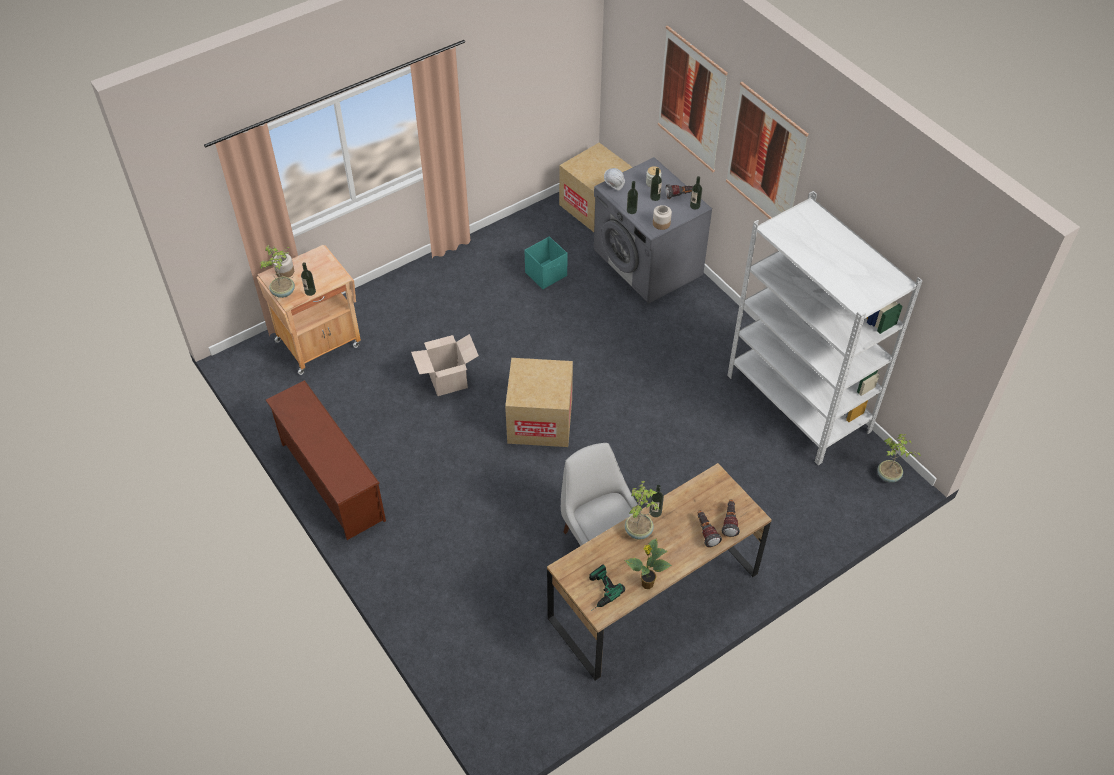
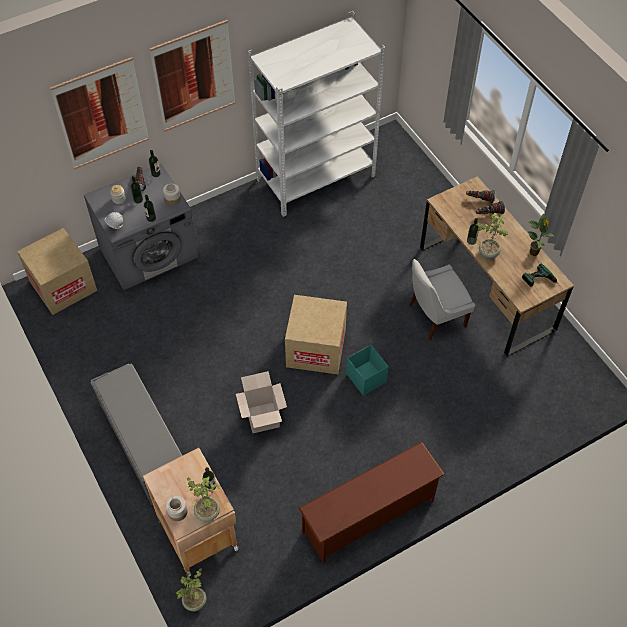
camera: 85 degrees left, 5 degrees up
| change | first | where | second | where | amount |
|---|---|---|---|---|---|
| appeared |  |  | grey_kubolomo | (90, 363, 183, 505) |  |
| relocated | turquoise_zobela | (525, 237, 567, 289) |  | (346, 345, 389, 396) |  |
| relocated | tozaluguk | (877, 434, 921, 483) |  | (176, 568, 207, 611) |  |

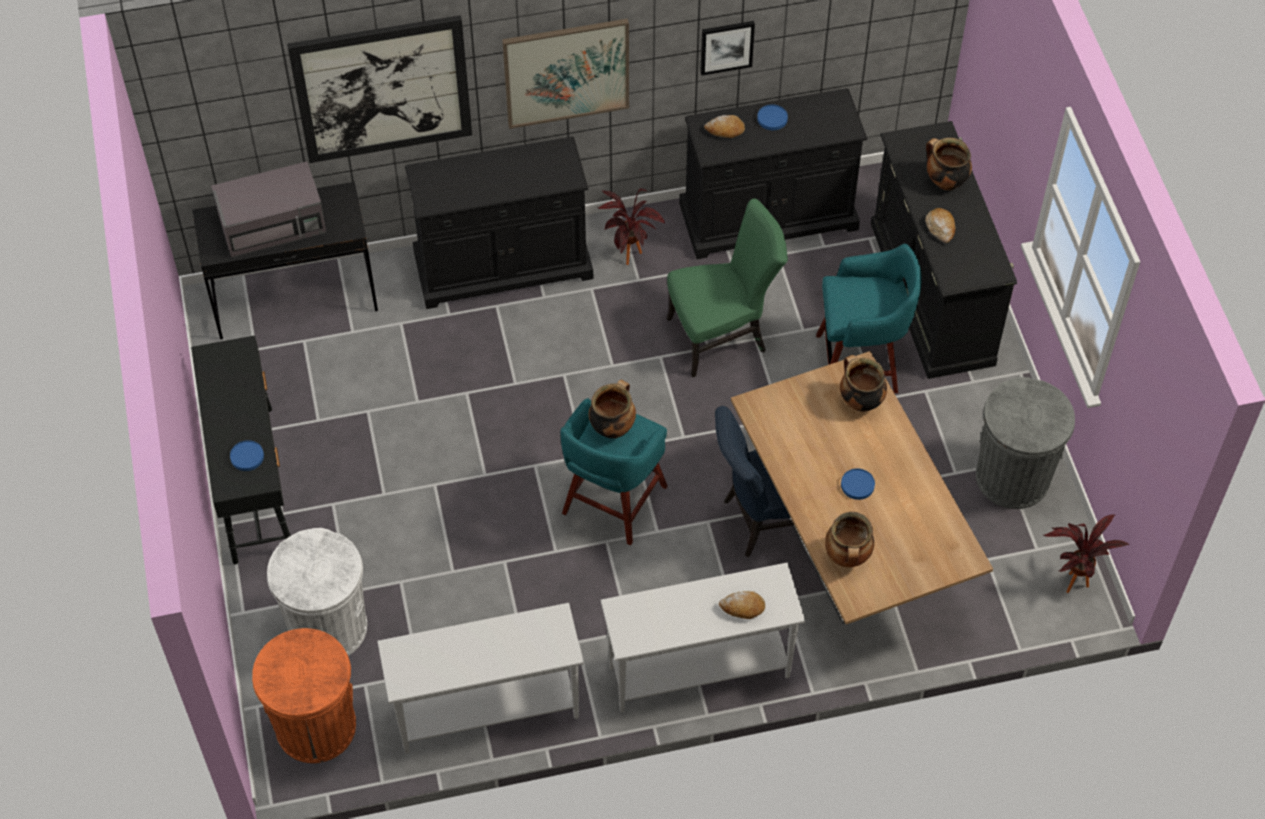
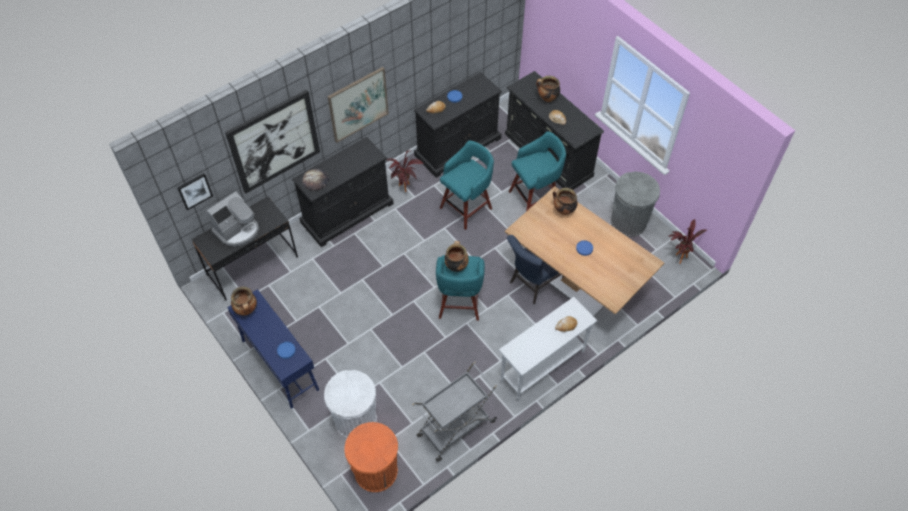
camera: 25 degrees left, 0 degrees up
| change | first | where | second | where | amount |
|---|---|---|---|---|---|
| appeared |  |  | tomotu | (302, 169, 329, 191) |  |
| relocated | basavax | (700, 21, 755, 76) |  | (177, 173, 213, 210) |  |
| relocated | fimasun | (825, 512, 874, 567) |  | (231, 286, 257, 315) |  |
| exchanged | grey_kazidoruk | (211, 161, 326, 257) | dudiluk | (207, 191, 259, 247) |  |
| exchanged | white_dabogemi | (377, 603, 584, 753) | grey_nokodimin | (412, 362, 497, 461) |  |
| exchanged | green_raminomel | (667, 198, 788, 377) | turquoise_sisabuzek | (440, 141, 494, 230) |  |
| colour | black_dabogemi | (191, 336, 291, 565) | blue_dabogemi | (227, 289, 319, 408) |  |

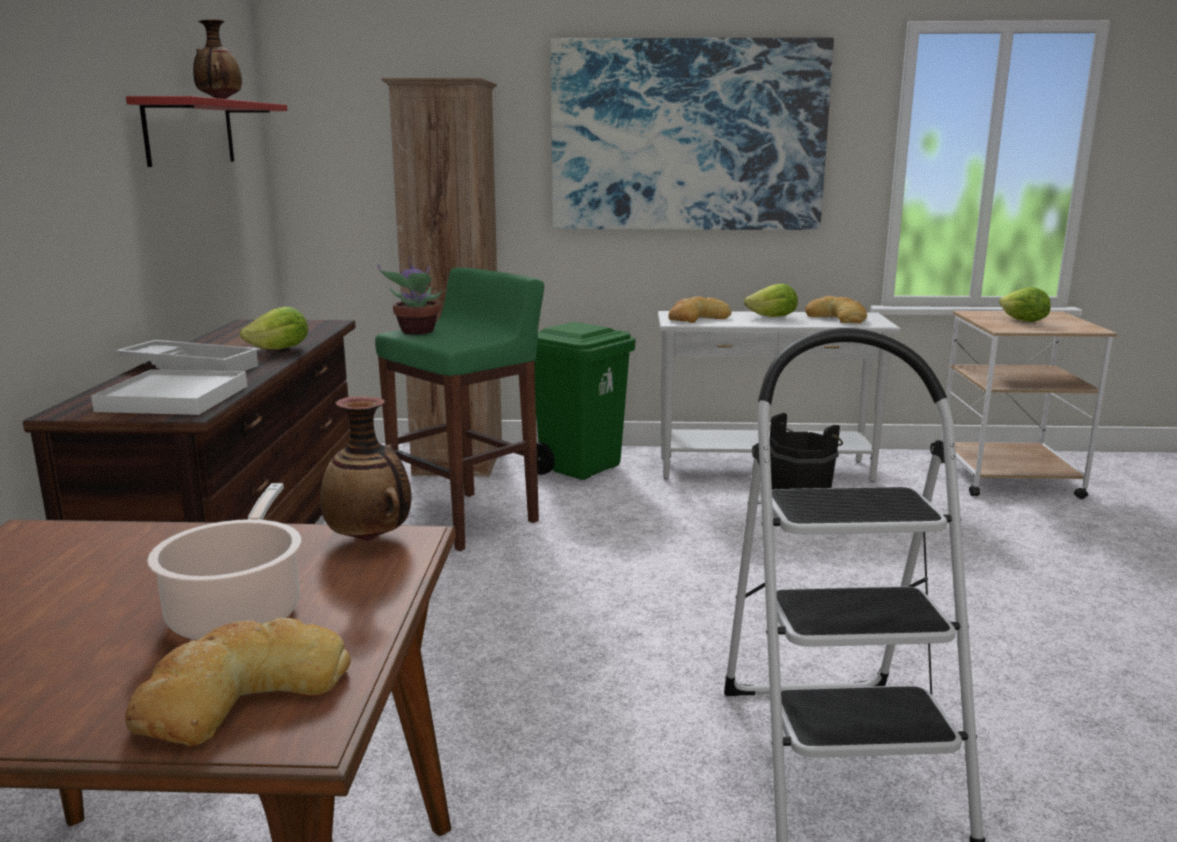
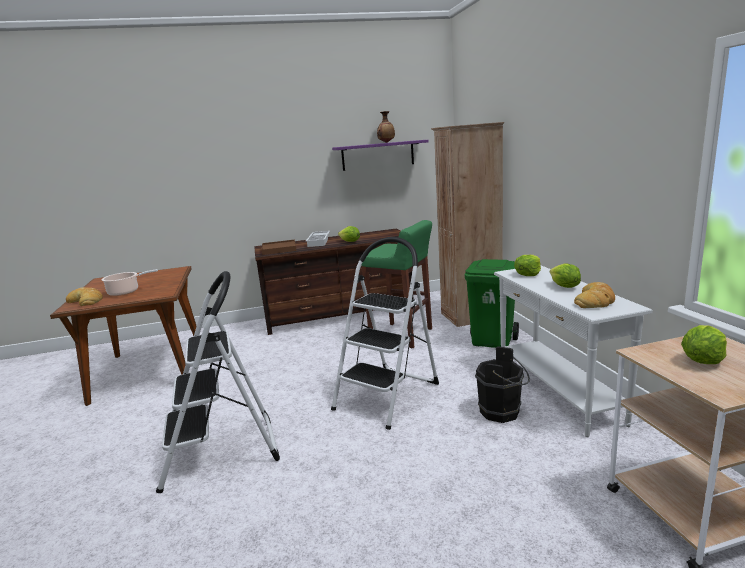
camera: 75 degrees right, 0 degrees up
| change | first | where | second | where | amount |
|---|---|---|---|---|---|
| missing | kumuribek | (320, 396, 412, 541) |  |  |  |
| missing | tozaluguk | (377, 257, 442, 335) |  |  |  |
| missing | basavax | (551, 37, 834, 230) |  |  |  |
| appeared |  |  | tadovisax | (331, 237, 439, 430) |  |
| exchanged | tomotu | (668, 296, 732, 323) | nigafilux | (514, 255, 541, 276) |  |
| colour | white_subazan | (91, 369, 247, 415) | brown_subazan | (262, 240, 297, 255) |  |
| colour | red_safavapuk | (126, 96, 288, 167) | purple_safavapuk | (332, 140, 428, 171) |  |

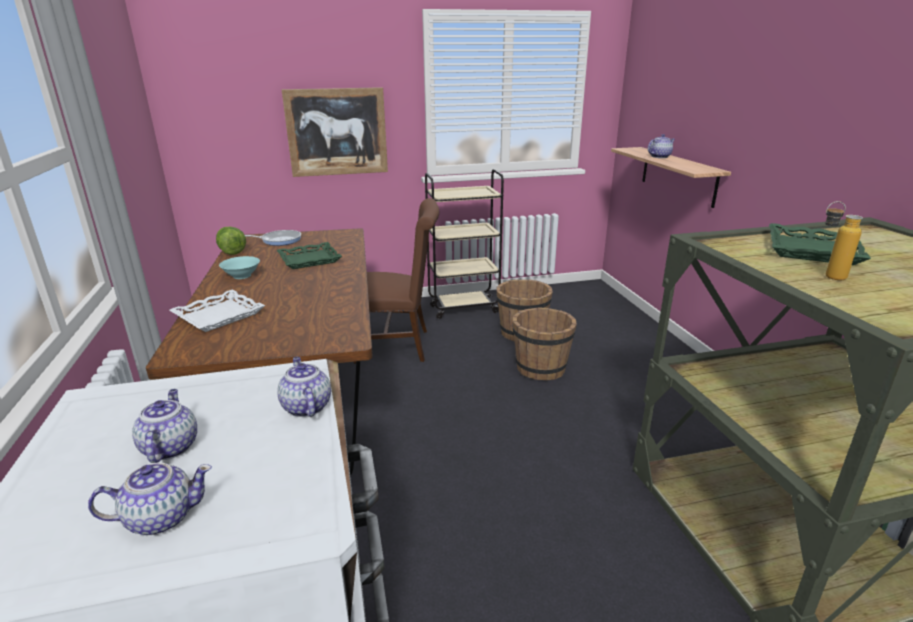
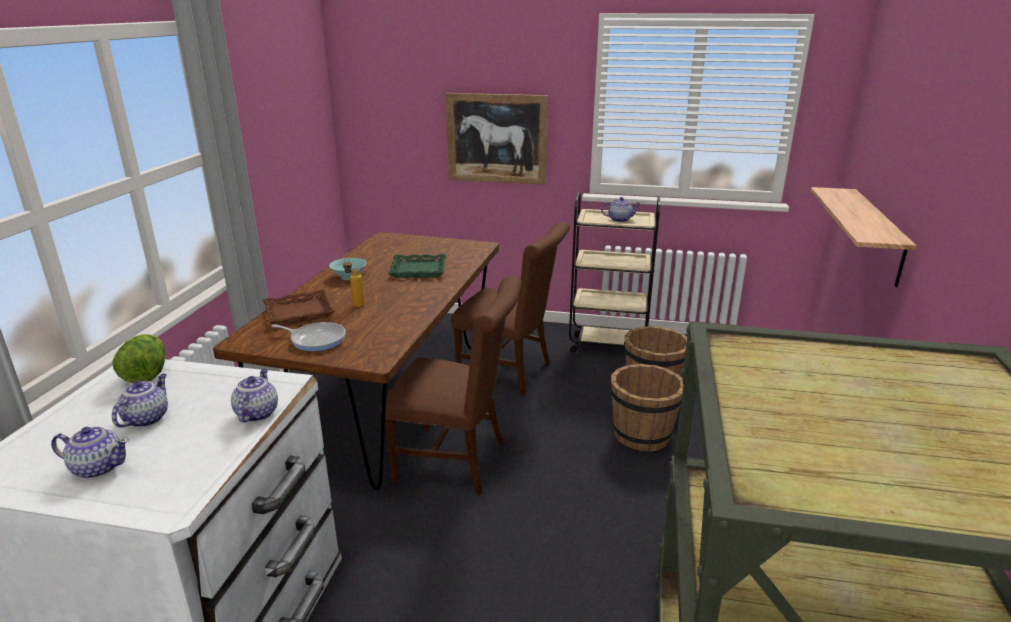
camera: 25 degrees right, 0 degrees up
| change | first | where | second | where | amount |
|---|---|---|---|---|---|
| missing | green_subazan | (769, 223, 871, 265) |  |  |  |
| appeared |  |  | brown_raminomel | (381, 276, 522, 495) |  |
| relocated | nigafilux | (216, 227, 246, 255) |  | (112, 334, 165, 383) |  |
| relocated | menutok | (245, 230, 301, 246) |  | (271, 322, 346, 351) |  |
| relocated | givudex | (648, 134, 675, 158) |  | (601, 197, 640, 222) |  |
| relocated | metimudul | (825, 201, 863, 280) |  | (343, 258, 365, 307) |  |
| colour | white_subazan | (169, 289, 265, 332) | brown_subazan | (263, 290, 335, 325) |  |

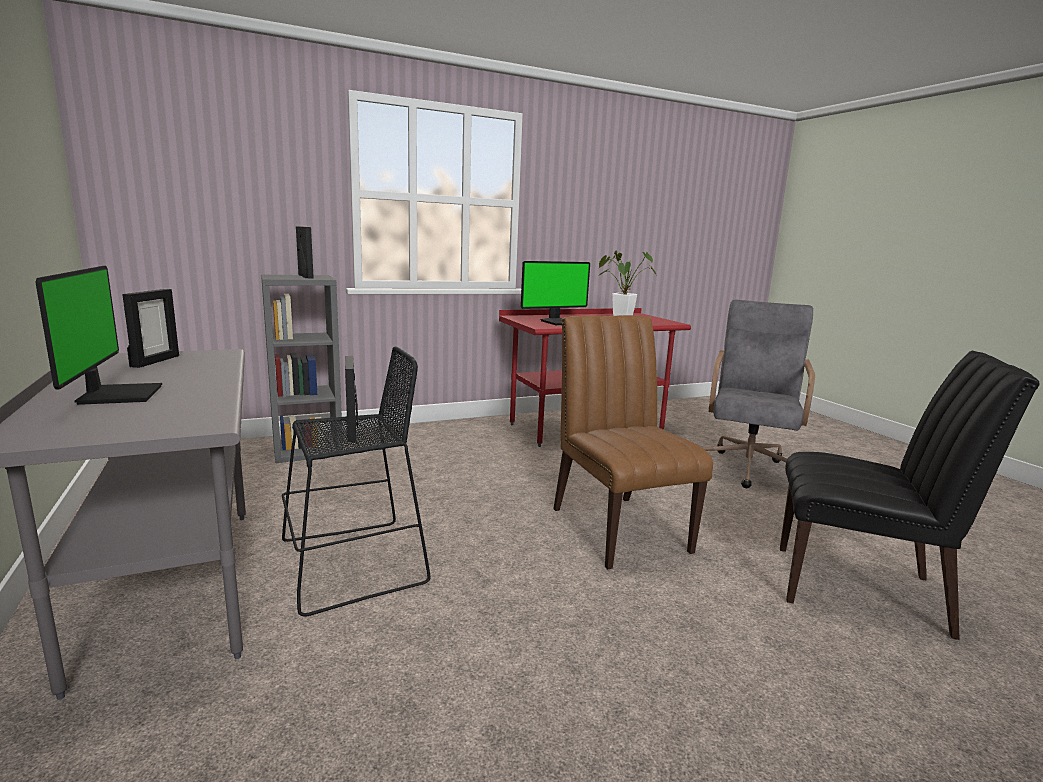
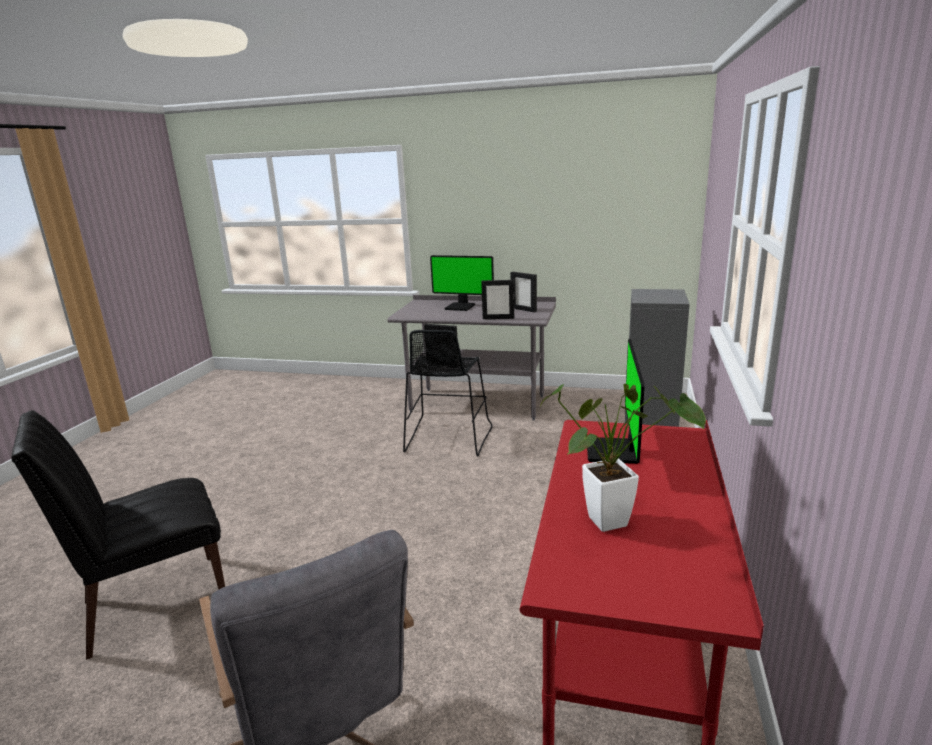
camera: 130 degrees right, 5 degrees up
| change | first | where | second | where | amount |
|---|---|---|---|---|---|
| missing | brown_raminomel | (553, 315, 713, 569) |  |  |  |
| relocated | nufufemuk | (296, 226, 314, 278) |  | (481, 280, 514, 319) |  |

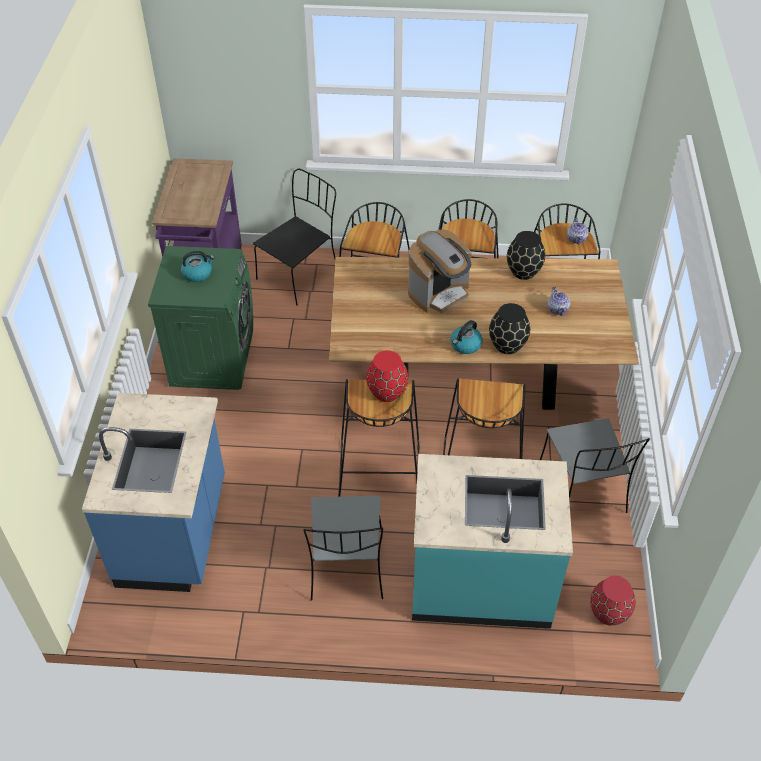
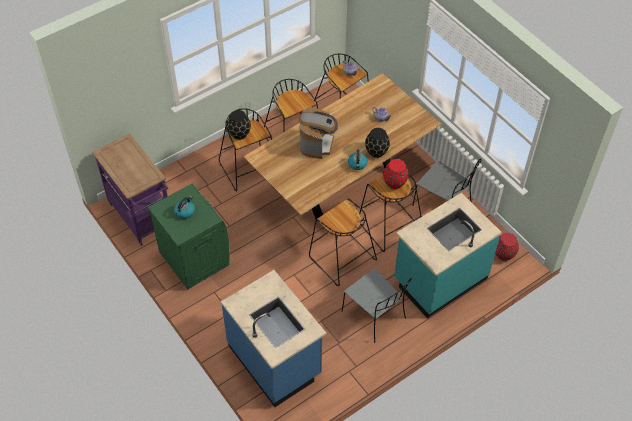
camera: 40 degrees left, 5 degrees up
| change | first | where | second | where | amount |
|---|---|---|---|---|---|
| missing | black_raminomel | (253, 169, 336, 305) |  |  |  |
| relocated | red_kumuribek | (366, 351, 408, 402) |  | (383, 159, 408, 189) |  |
| relocated | black_kumuribek | (507, 231, 545, 280) |  | (227, 110, 251, 140) |  |

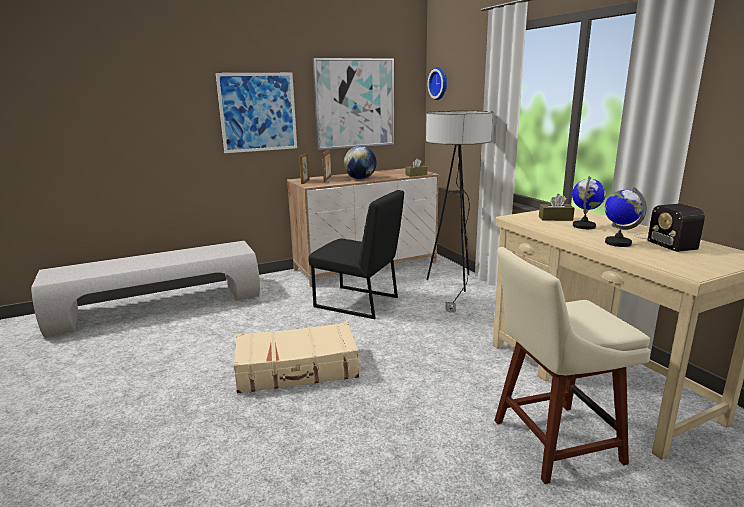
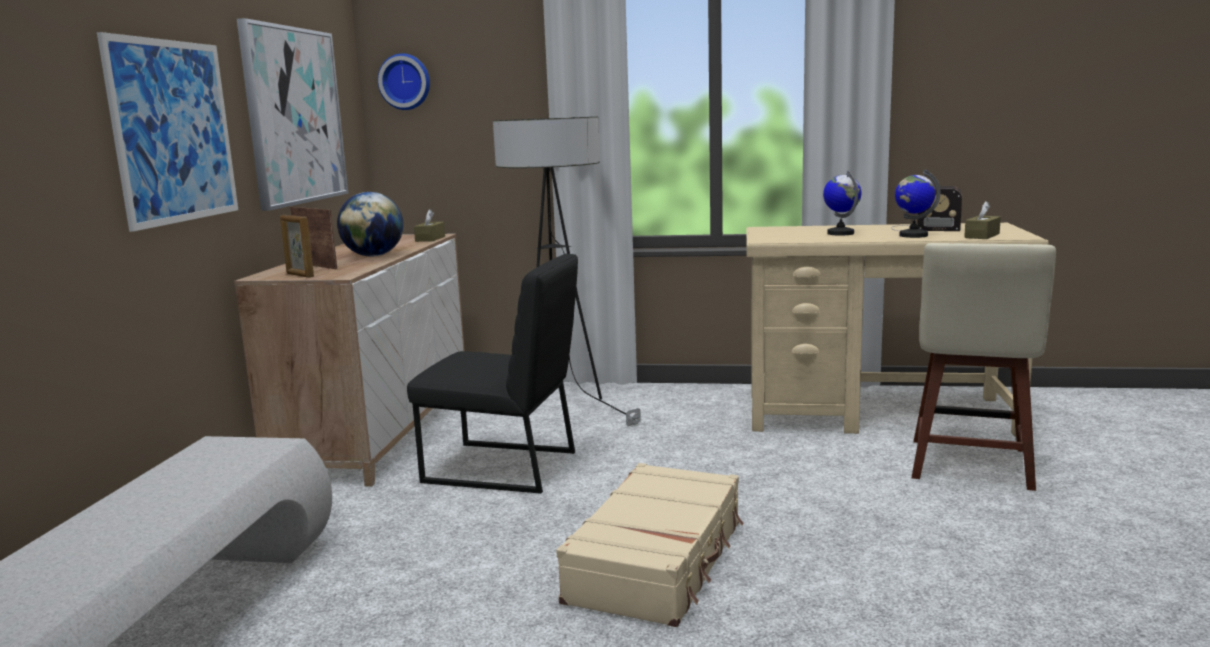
camera: 55 degrees left, 5 degrees down
| change | first | where | second | where | amount |
|---|---|---|---|---|---|
| relocated | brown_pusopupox | (539, 194, 575, 221) |  | (964, 201, 1001, 239) |  |
| spun | black_raminomel | (308, 190, 404, 319) |  | (407, 254, 578, 494) | 45 degrees clockwise |

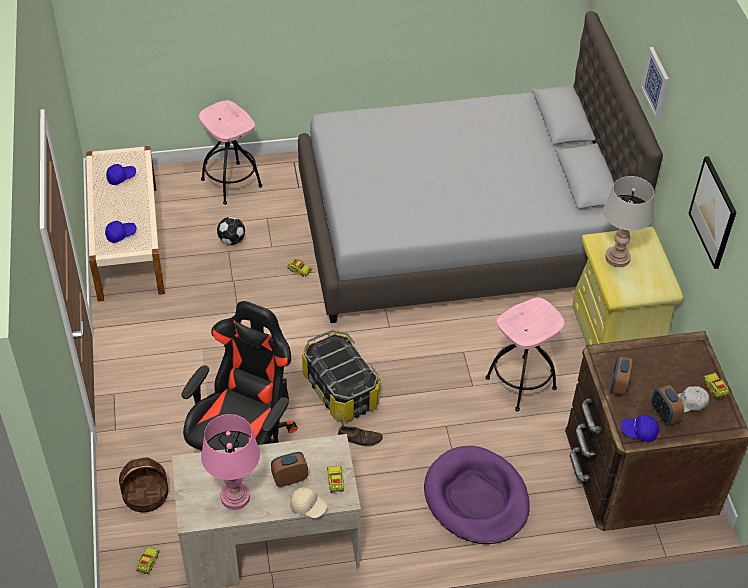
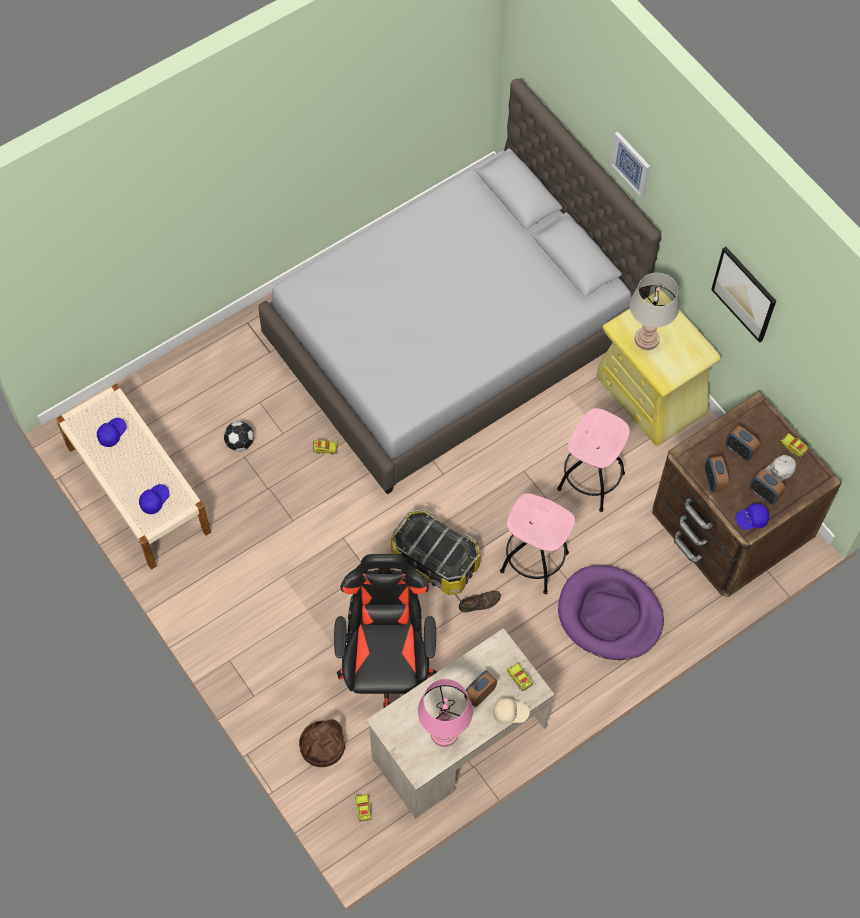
camera: 25 degrees left, 15 degrees up
| change | first | where | second | where | amount |
|---|---|---|---|---|---|
| appeared |  |  | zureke | (726, 426, 760, 461) |  |
| relocated | pink_sisabuzek | (199, 100, 262, 205) |  | (500, 493, 575, 594) |  |

